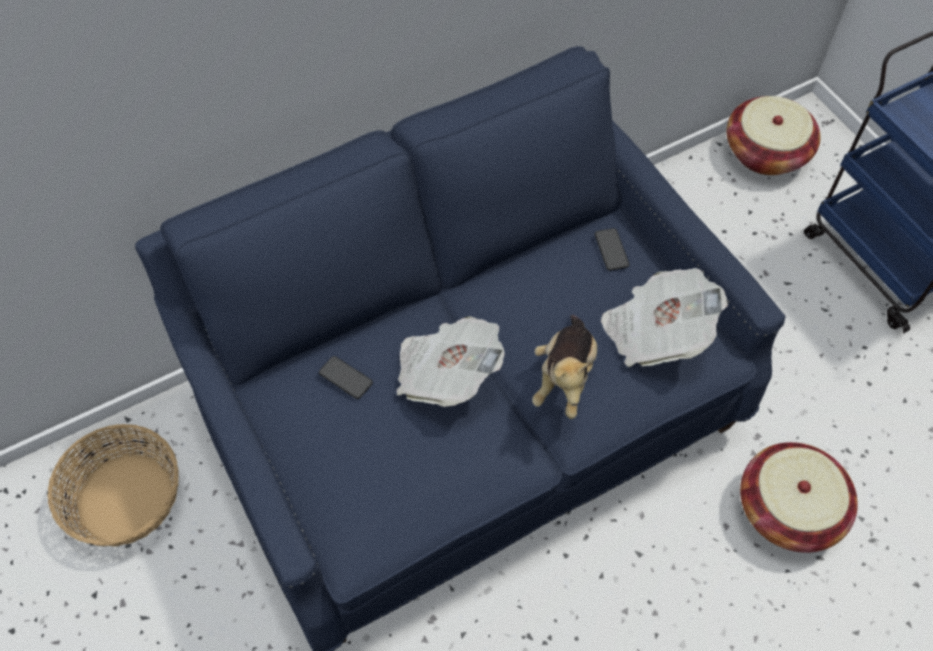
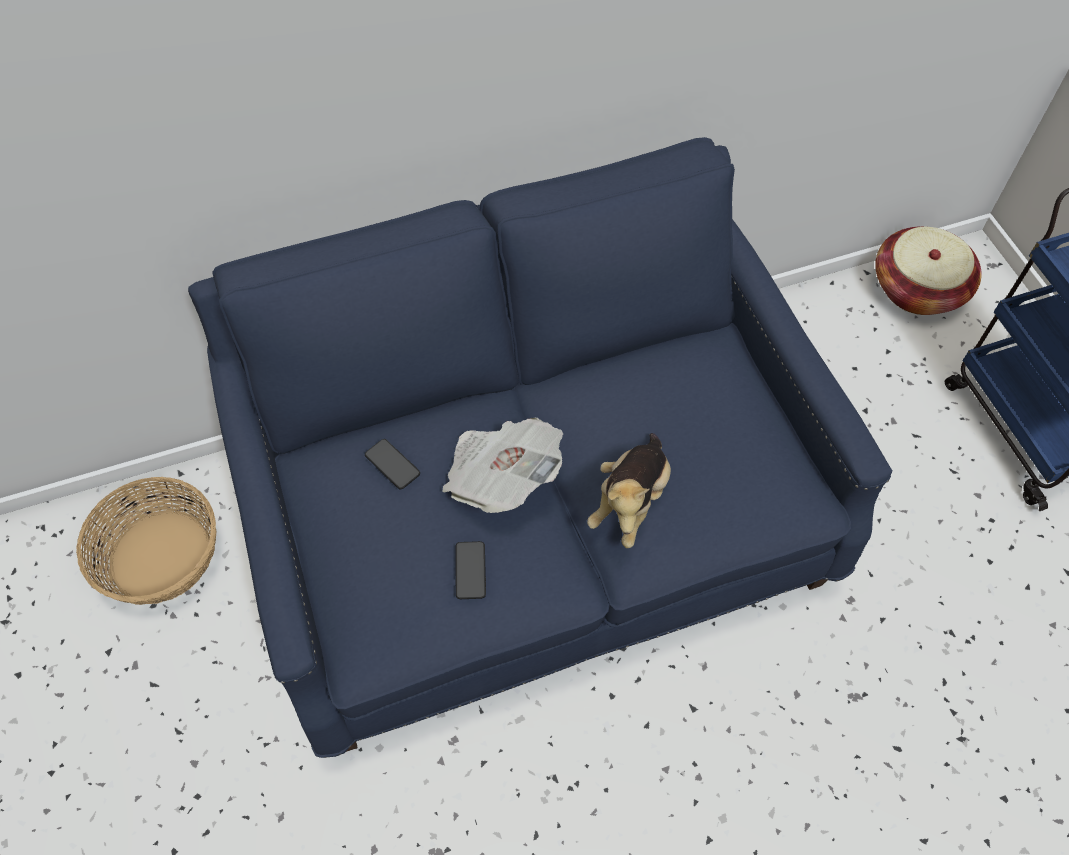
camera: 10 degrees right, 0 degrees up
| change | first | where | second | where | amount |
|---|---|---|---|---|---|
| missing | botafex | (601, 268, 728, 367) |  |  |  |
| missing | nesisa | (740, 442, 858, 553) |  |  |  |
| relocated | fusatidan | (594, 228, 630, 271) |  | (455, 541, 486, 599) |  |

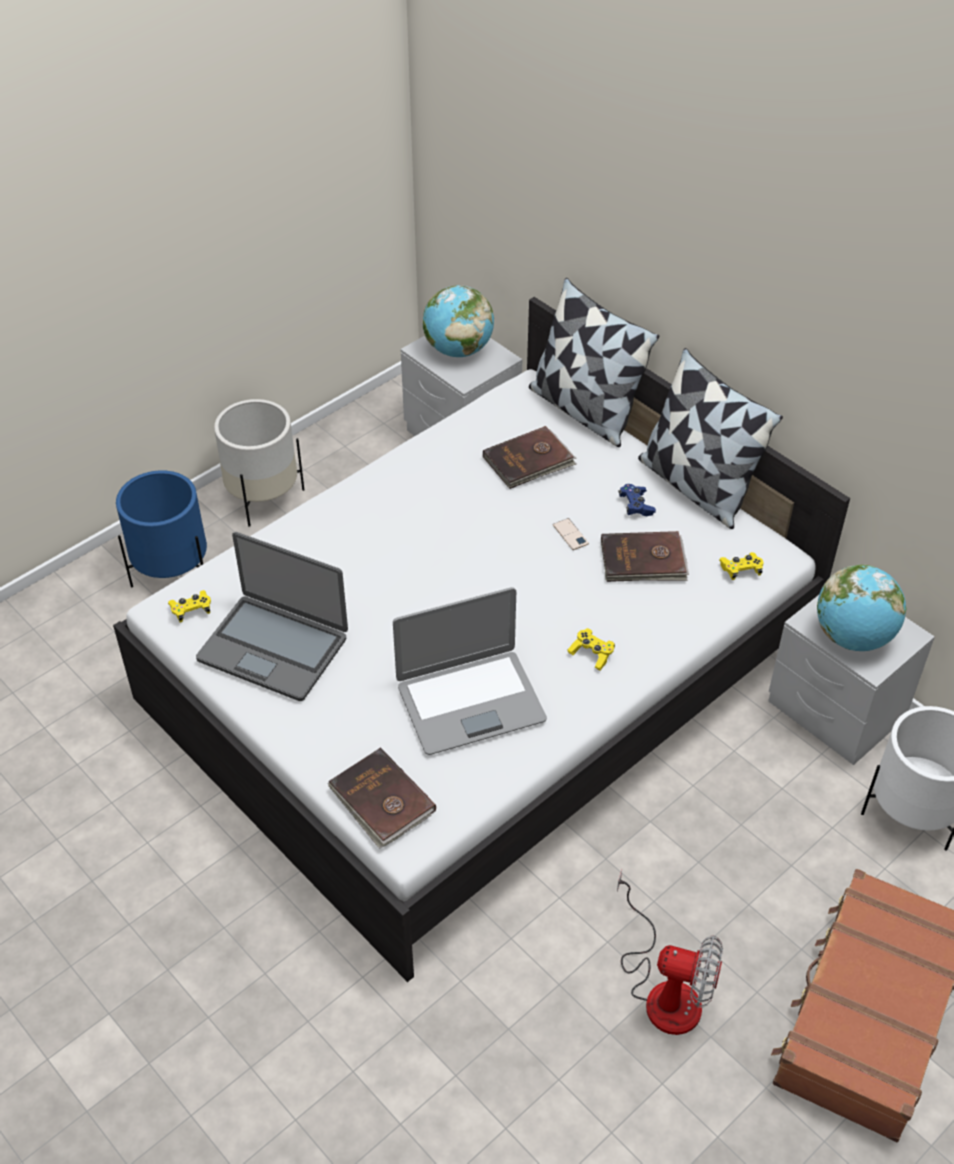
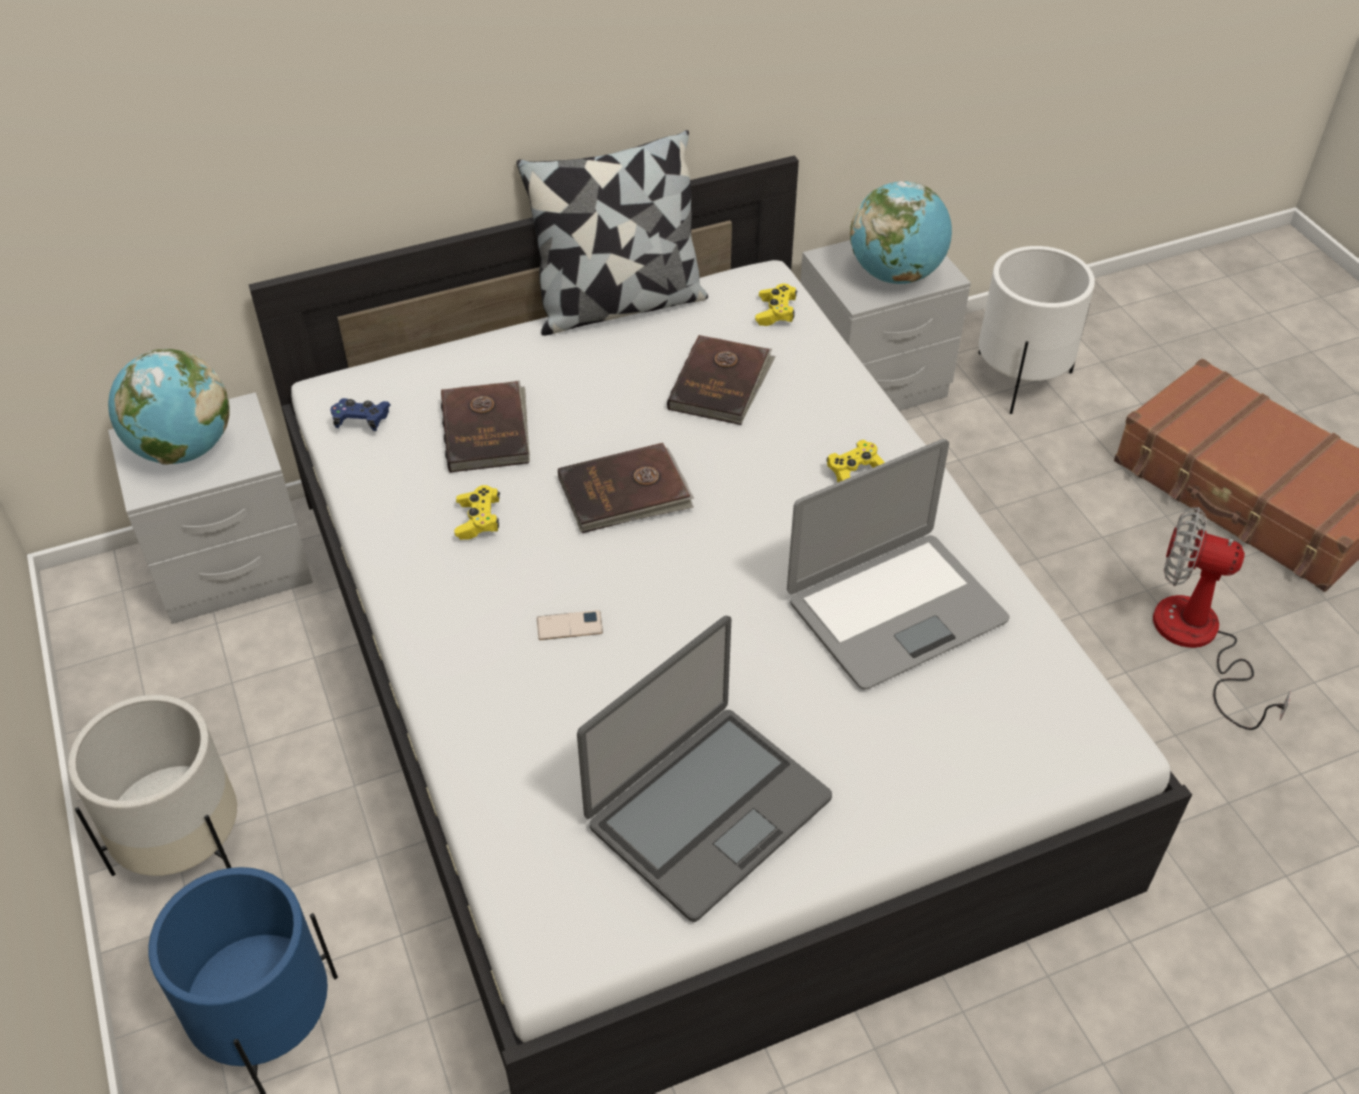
camera: 70 degrees left, 0 degrees up
| change | first | where | second | where | amount |
|---|---|---|---|---|---|
| missing | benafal | (529, 278, 659, 447) |  |  |  |
| relocated | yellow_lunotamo | (168, 590, 211, 622) |  | (454, 485, 500, 540) |  |
| relocated | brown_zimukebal | (328, 748, 436, 849) |  | (558, 443, 694, 533) |  |
| relocated | fusatidan | (553, 518, 589, 550) |  | (537, 610, 603, 640) |  |
| relocated | blue_lunotamo | (618, 484, 656, 516) |  | (331, 398, 390, 431) |  |
| spun | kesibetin | (393, 587, 547, 755) |  | (787, 439, 1010, 689) | 60 degrees clockwise |
| spun | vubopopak | (617, 870, 723, 1035) |  | (1153, 506, 1291, 730) | 105 degrees counterclockwise |

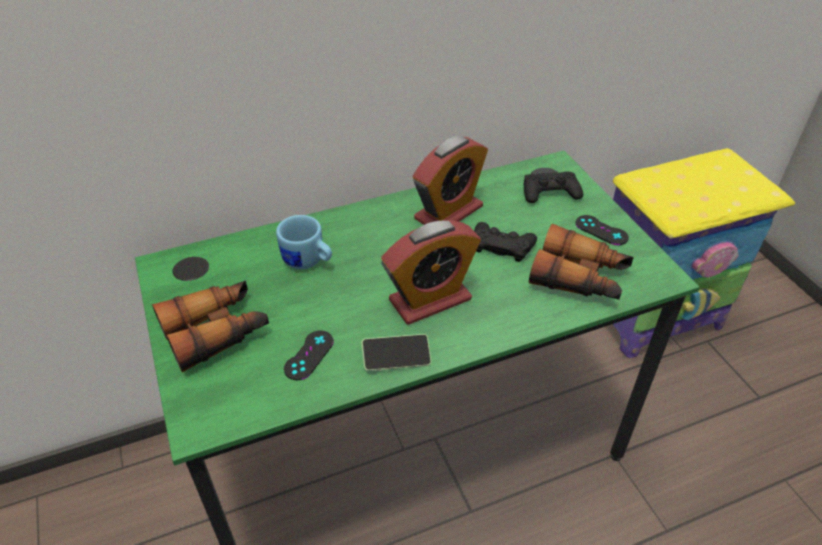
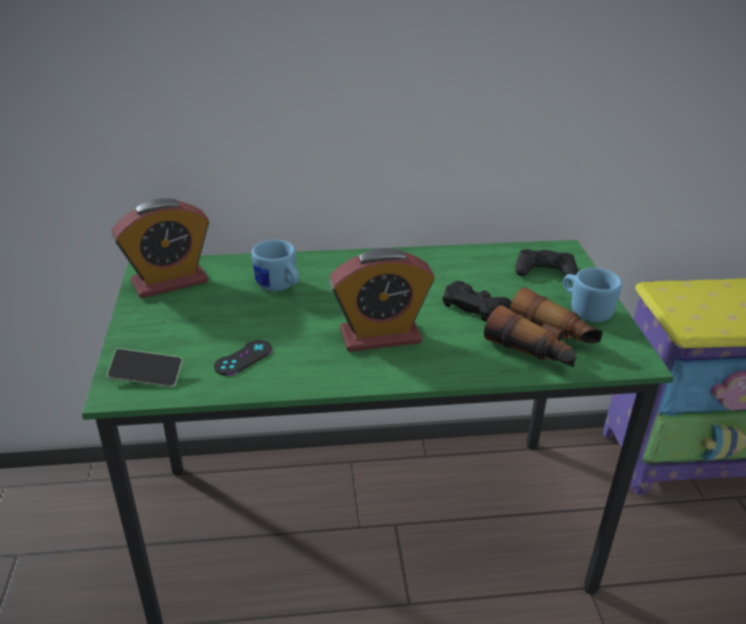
camera: 15 degrees right, 10 degrees down
| change | first | where | second | where | amount |
|---|---|---|---|---|---|
| missing | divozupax | (152, 281, 269, 372) |  |  |  |
| relocated | fusatidan | (361, 334, 431, 371) |  | (107, 348, 183, 387) |  |
| relocated | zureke | (413, 136, 488, 225) |  | (112, 198, 209, 298) |  |
| exchanged | black_lunotamo | (576, 215, 629, 245) | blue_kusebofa | (563, 268, 622, 322) |  |

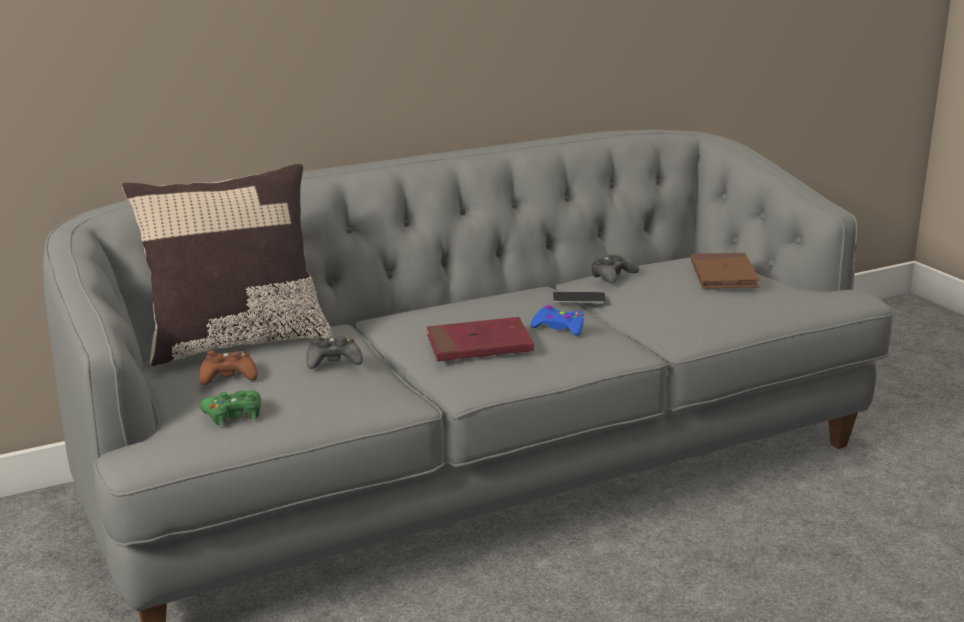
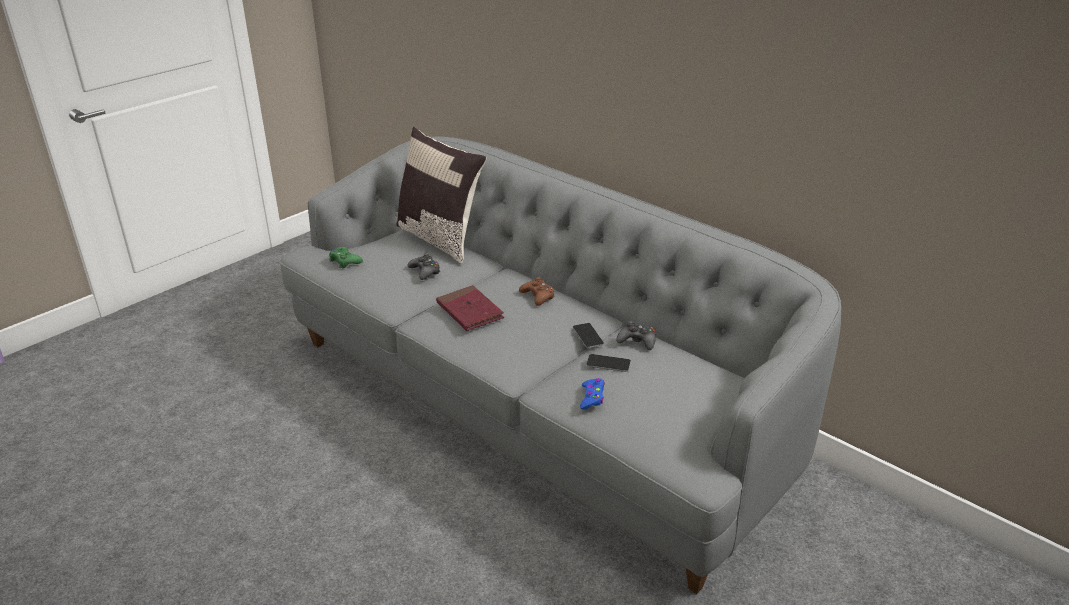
camera: 70 degrees right, 10 degrees up
| change | first | where | second | where | amount |
|---|---|---|---|---|---|
| missing | brown_zimukebal | (691, 253, 760, 289) |  |  |  |
| appeared |  |  | fusatidan | (586, 354, 631, 372) |  |
| relocated | brown_lunotamo | (199, 351, 258, 385) |  | (519, 277, 554, 306) |  |
| relocated | blue_lunotamo | (531, 305, 584, 336) |  | (580, 378, 605, 409) |  |

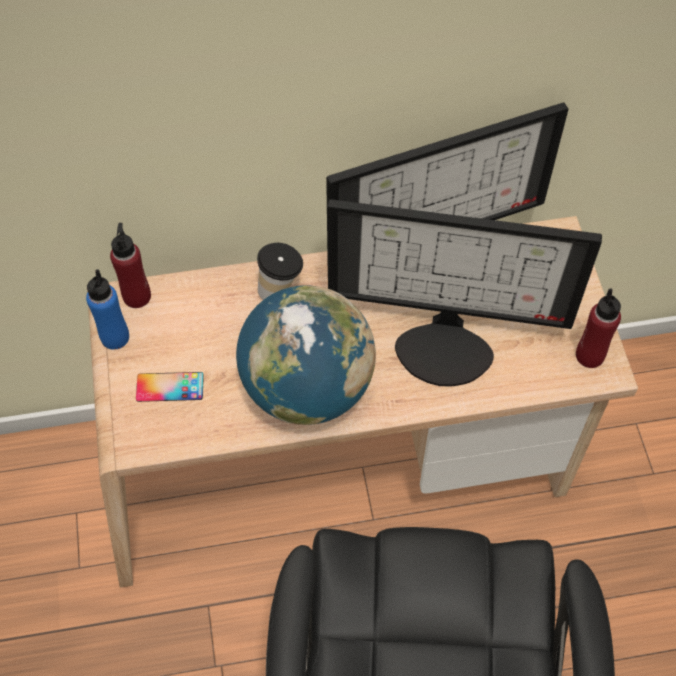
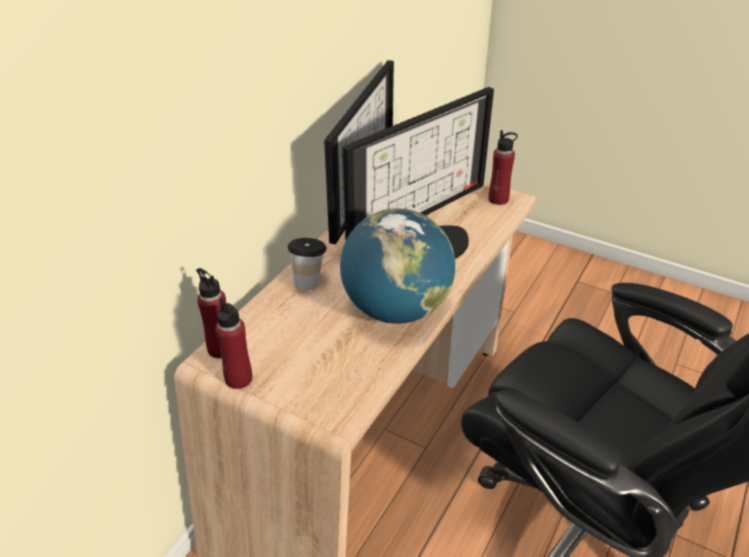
camera: 50 degrees left, 20 degrees down
| change | first | where | second | where | amount |
|---|---|---|---|---|---|
| missing | fusatidan | (136, 372, 204, 402) |  |  |  |
| colour | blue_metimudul | (86, 269, 129, 350) | red_metimudul | (215, 298, 252, 389) |  |

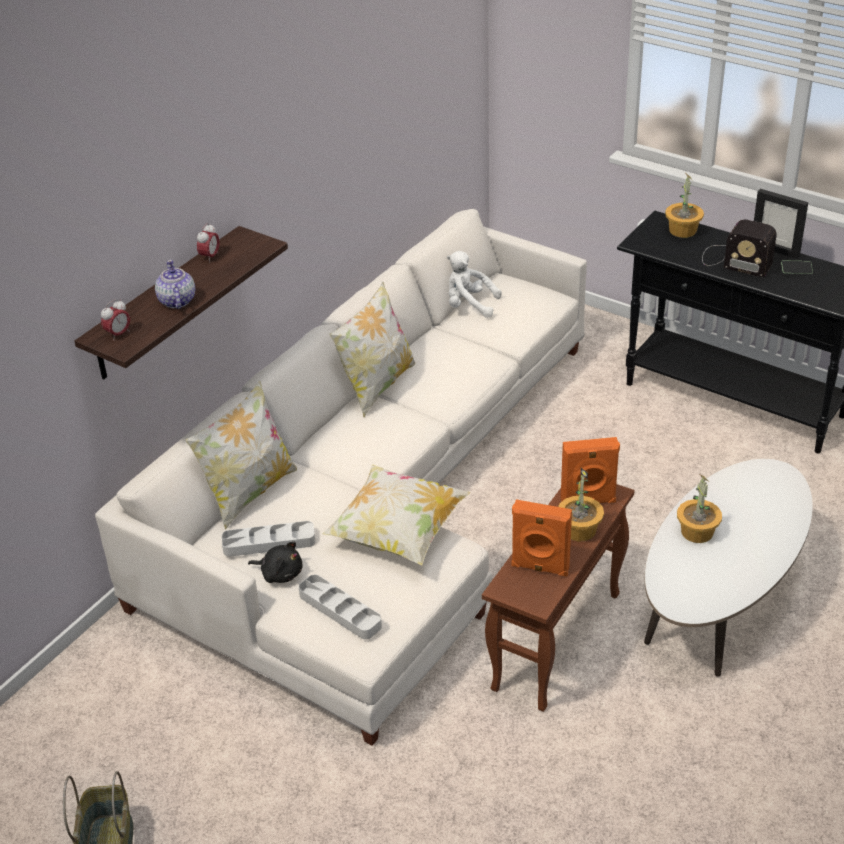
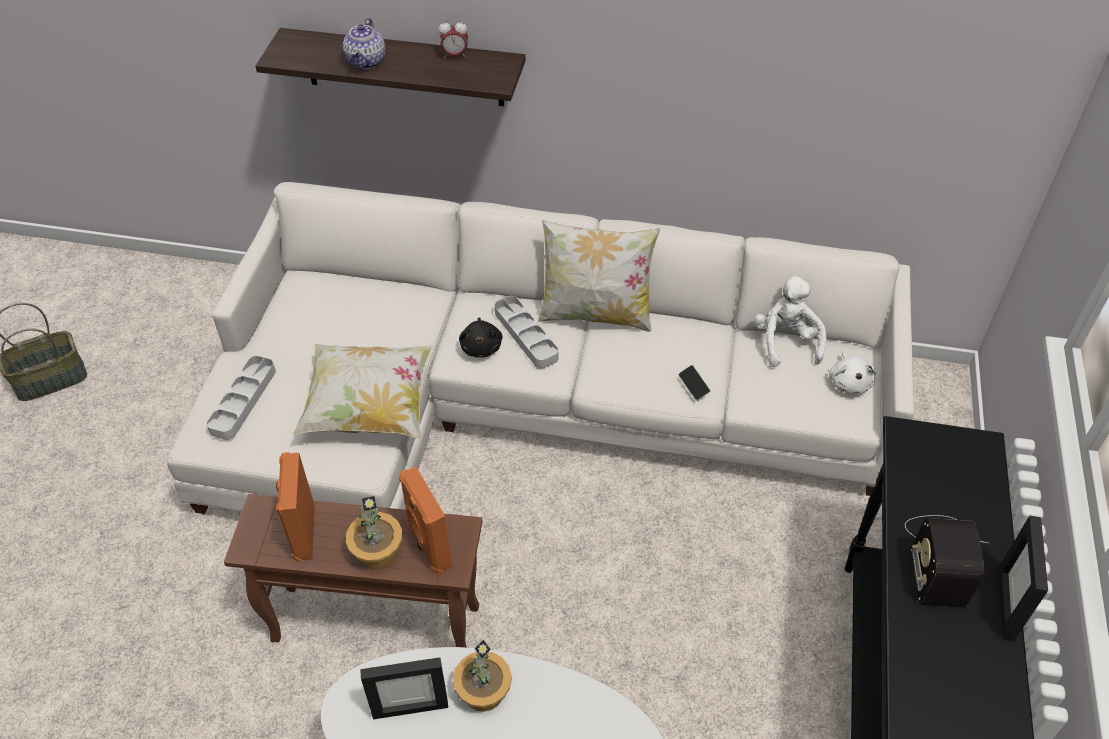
camera: 65 degrees right, 10 degrees up
| change | first | where | second | where | amount |
|---|---|---|---|---|---|
| missing | zureke | (101, 299, 130, 341) |  |  |  |
| missing | benafal | (185, 381, 297, 530) |  |  |  |
| missing | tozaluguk | (665, 174, 704, 238) |  |  |  |
| appeared |  |  | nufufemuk | (360, 657, 448, 719) |  |
| appeared |  |  | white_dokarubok | (829, 352, 876, 394) |  |
| relocated | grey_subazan | (222, 521, 315, 557) |  | (495, 296, 558, 368) |  |
| relocated | black_dokarubok | (248, 542, 303, 583) |  | (459, 317, 503, 358) |  |
| relocated | fusatidan | (781, 260, 813, 274) |  | (679, 365, 711, 400) |  |
| spun | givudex | (155, 260, 195, 309) |  | (343, 18, 386, 69) | 135 degrees clockwise |

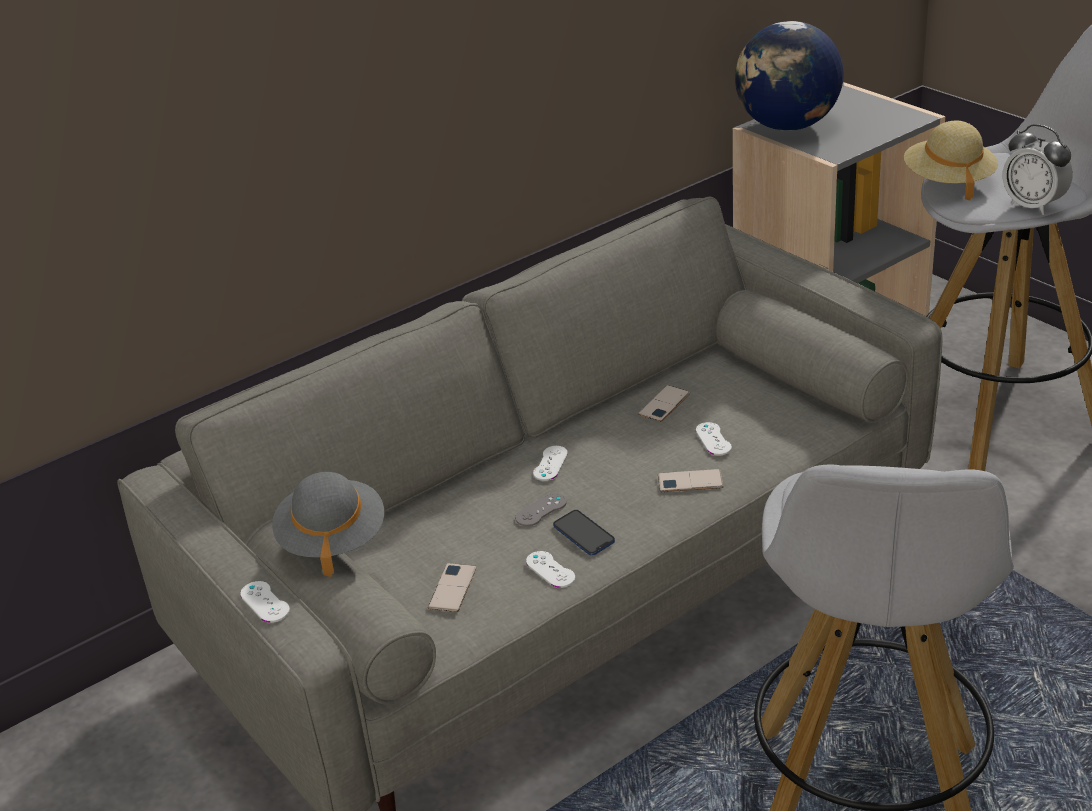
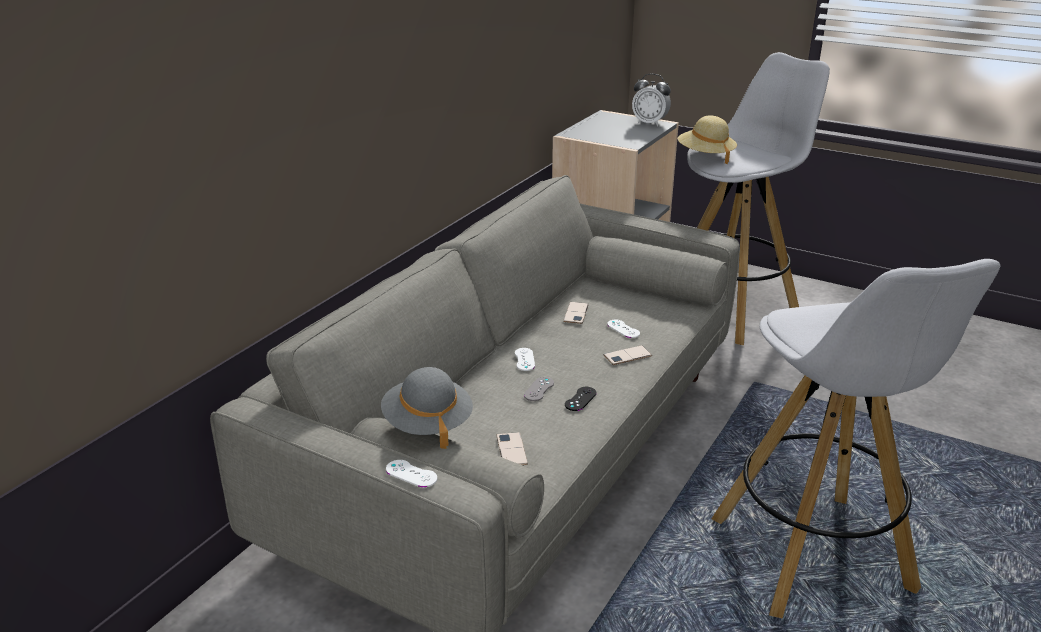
camera: 25 degrees left, 5 degrees down
| change | first | where | second | where | amount |
|---|---|---|---|---|---|
| missing | white_lunotamo | (526, 551, 575, 588) |  |  |  |
| missing | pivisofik | (735, 21, 844, 131) |  |  |  |
| relocated | zureke | (1003, 124, 1073, 215) |  | (632, 74, 671, 127) |  |
| exchanged | fusatidan | (553, 510, 615, 556) | black_lunotamo | (565, 387, 597, 411) |  |

